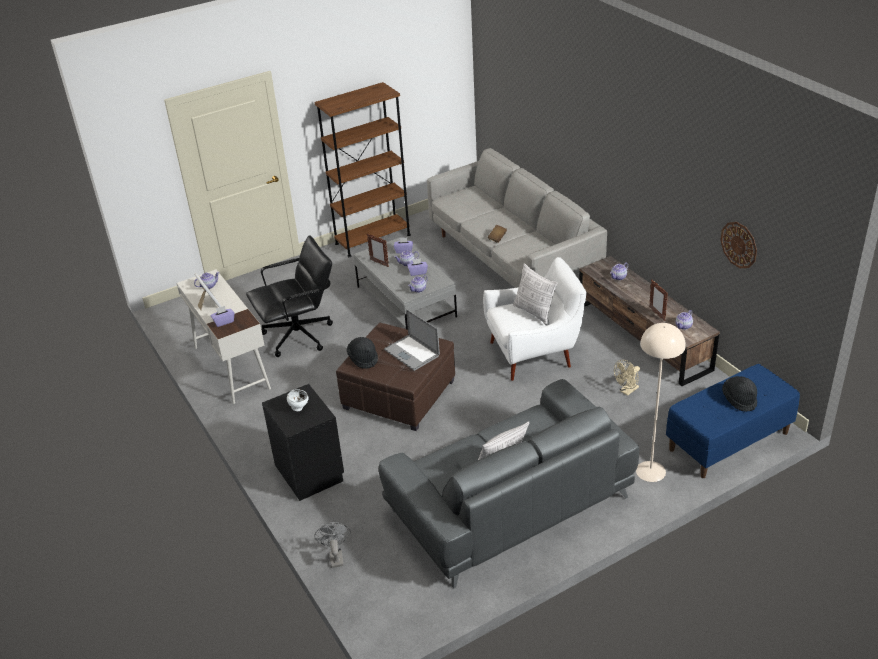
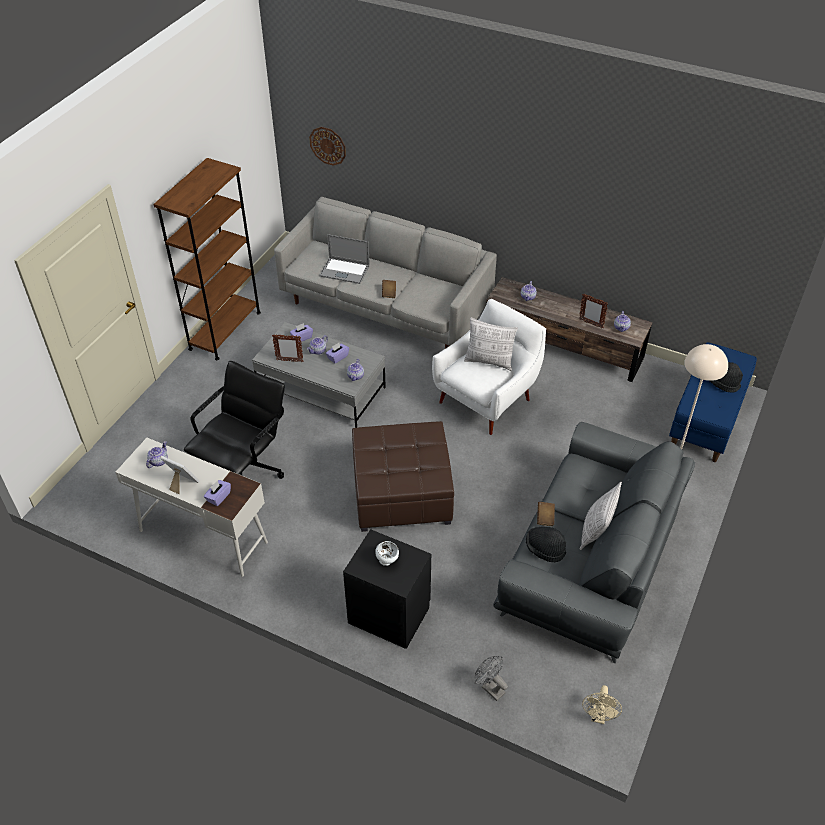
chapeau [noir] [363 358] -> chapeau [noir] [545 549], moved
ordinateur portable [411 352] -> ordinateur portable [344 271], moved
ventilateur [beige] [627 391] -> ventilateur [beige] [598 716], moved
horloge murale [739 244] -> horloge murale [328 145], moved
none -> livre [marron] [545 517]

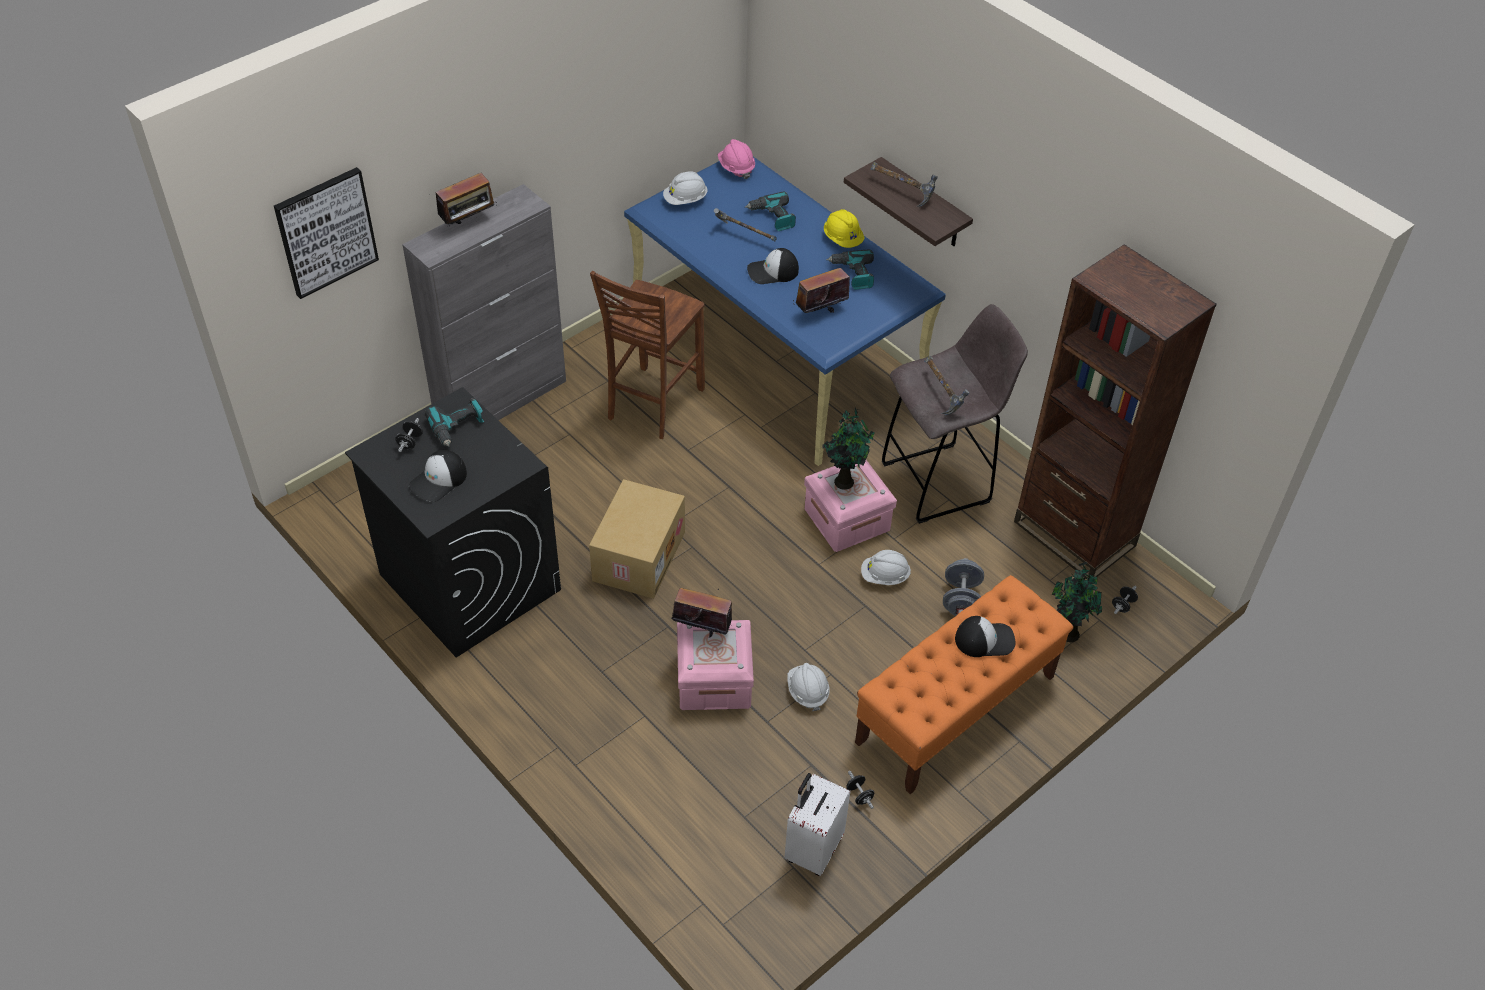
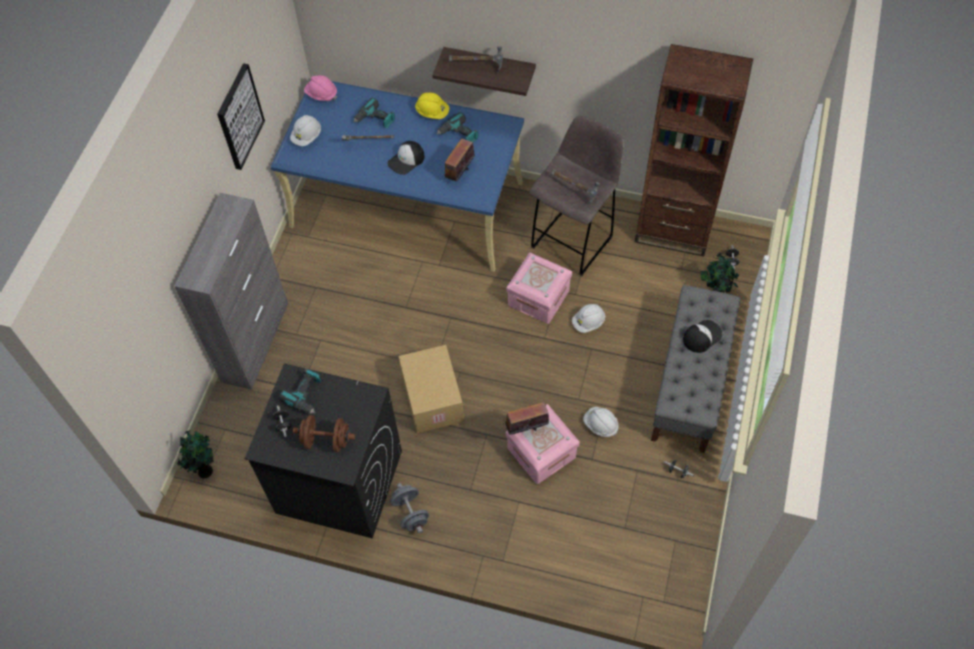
tableau [326 232] -> tableau [239 117], moved
casquette [439 480] -> haltère [marron] [326 440]
radio [469 222] -> none
chaise [marron] [652 404] -> none
valise [blanc] [812 849] -> none
plante en pot [844 480] -> plante en pot [204 470], moved
banc [orange] [955 710] -> banc [gris] [690 384]
haltère [gris] [961 599] -> haltère [gris] [410 513], moved

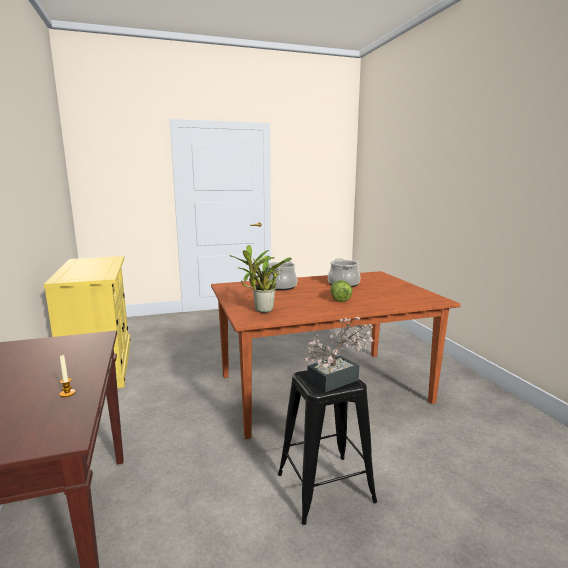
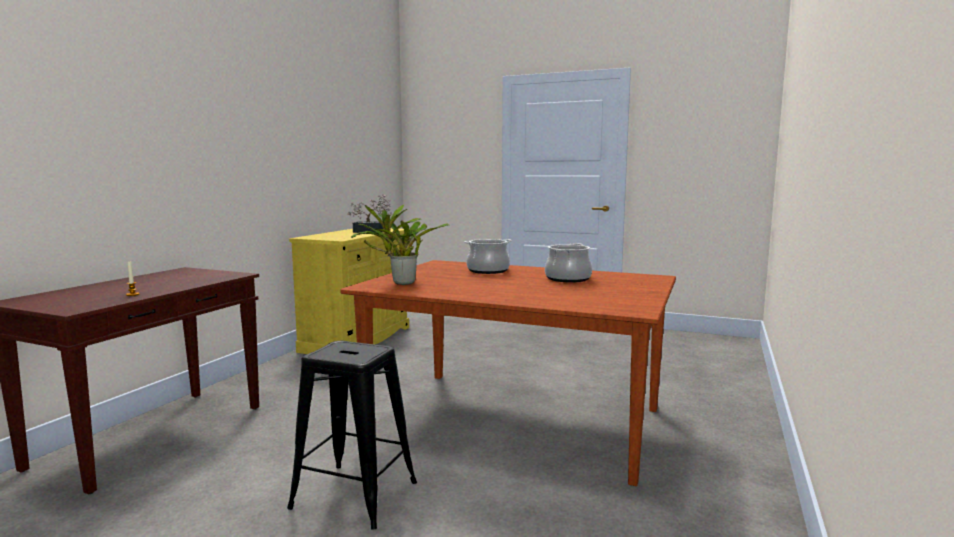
plante en pot [338 379] -> plante en pot [371 232], moved
laitue [339 298] -> none

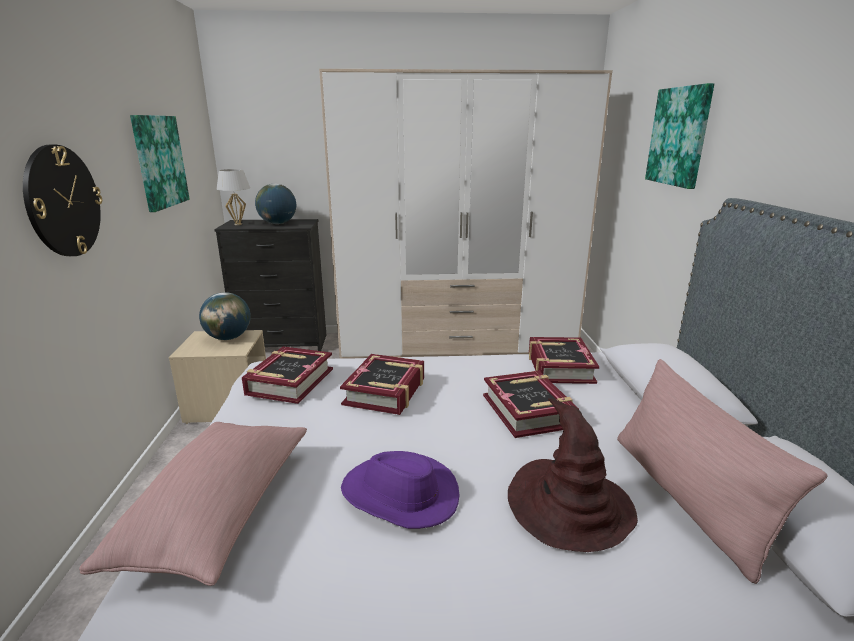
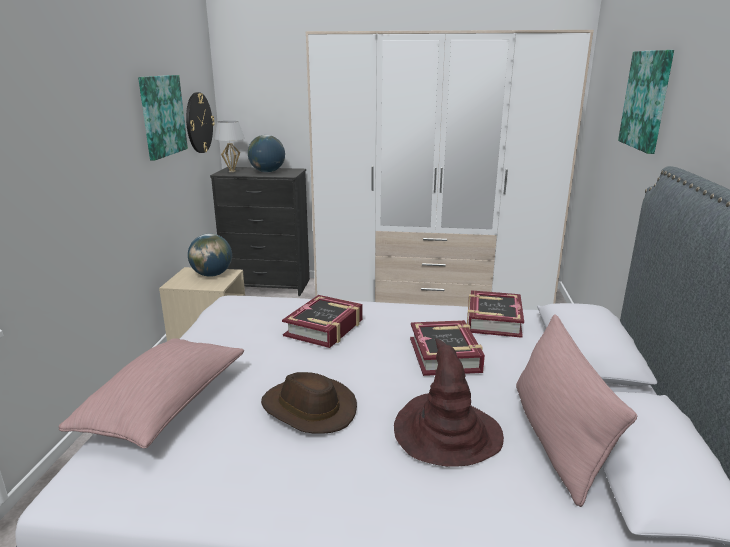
horloge murale [63 201] -> horloge murale [198 123], moved
livre [290 381] -> none
chapeau [violet] [399 495] -> chapeau [marron] [308 409]

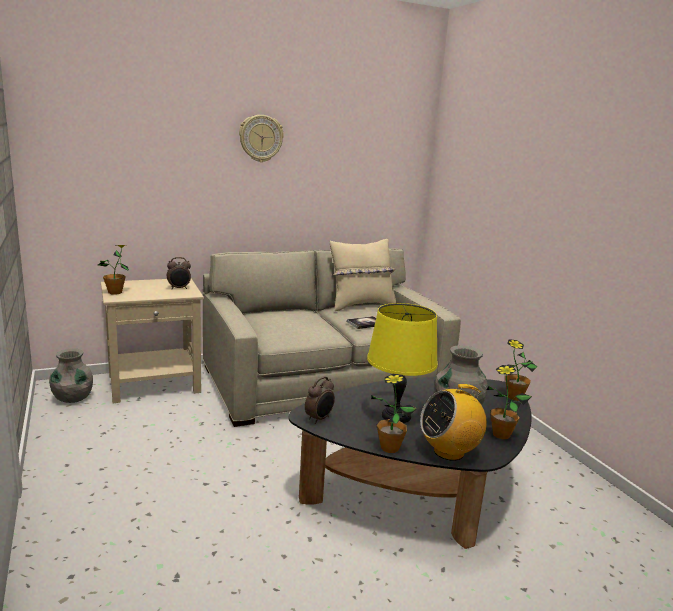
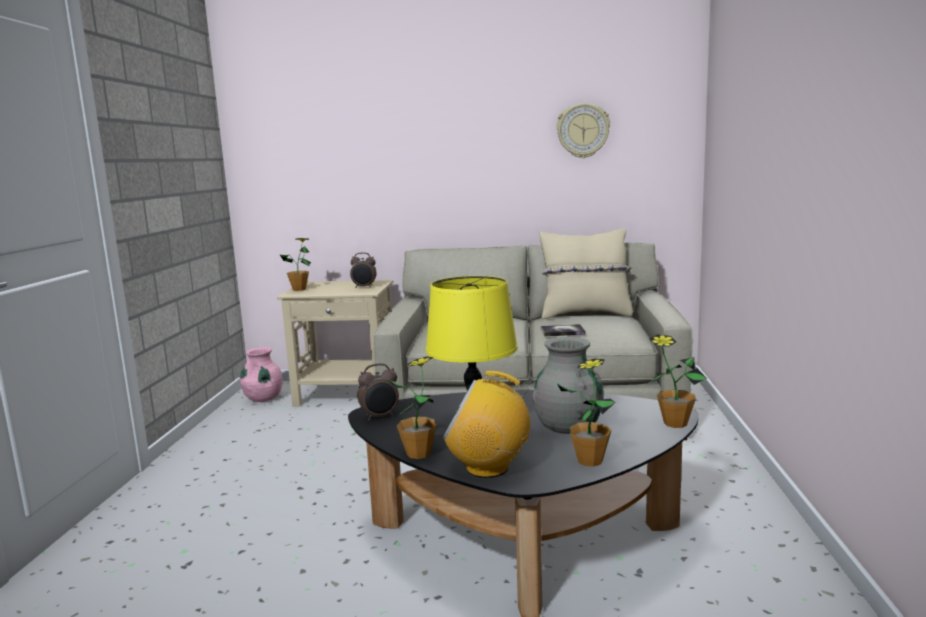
vase [gris] [73 398] -> vase [rose] [263 399]
horloge murale [261 138] -> horloge murale [583 130], moved

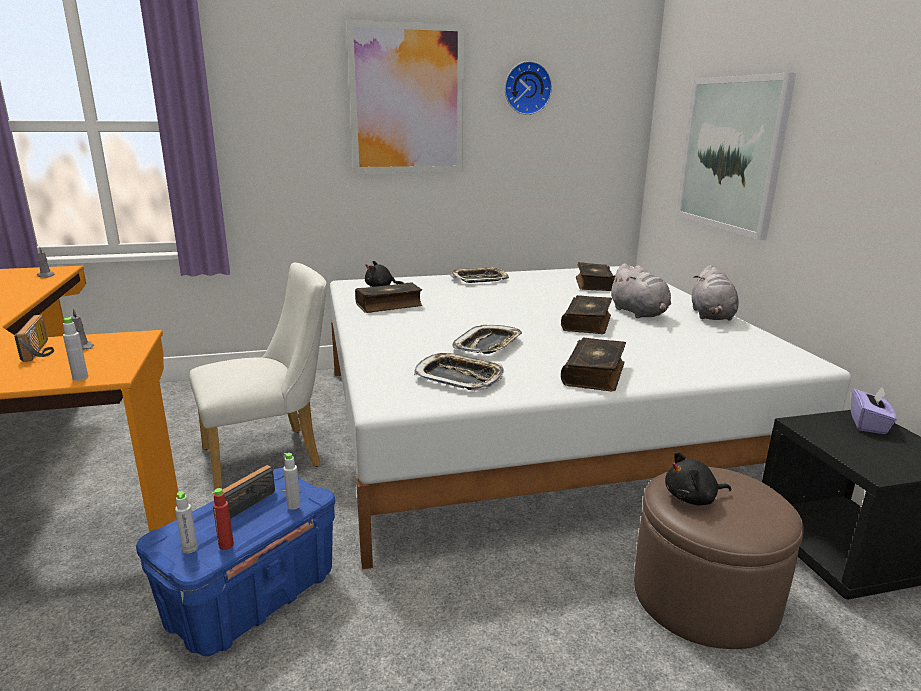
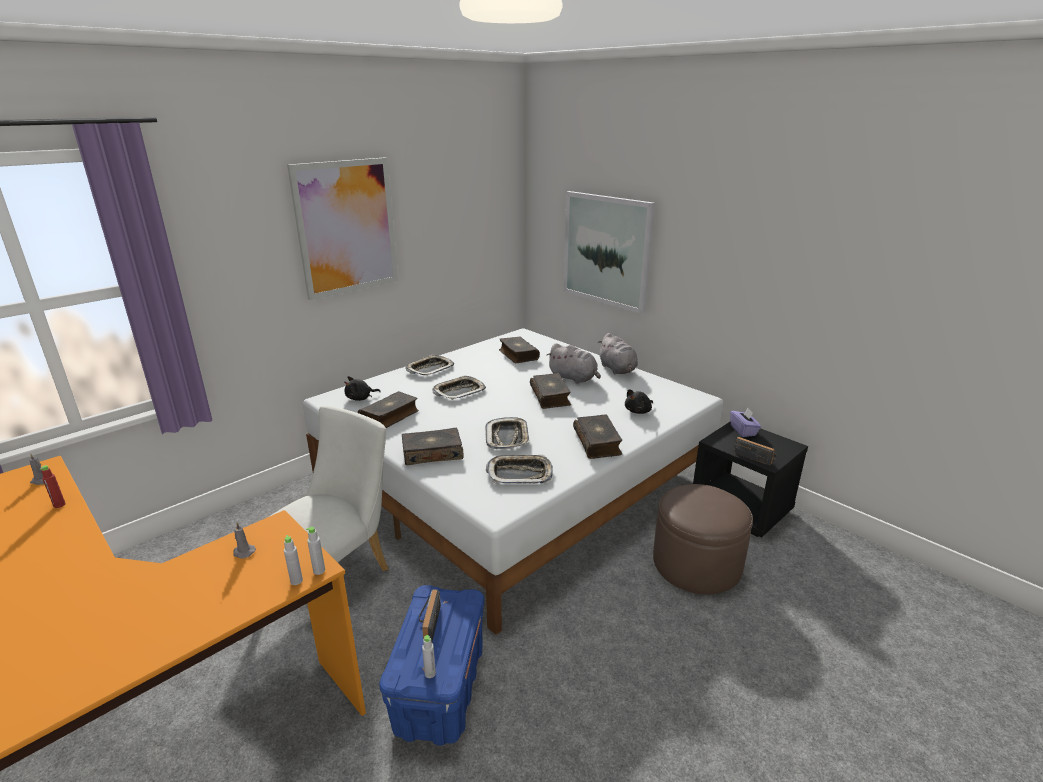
radio [42 350] -> radio [755 457], moved
bouteille [rouge] [226 545] -> bouteille [rouge] [59 505], moved
bouteille [gris] [293 505] -> bouteille [gris] [319 571], moved
horloge murale [527 88] -> none
peluche [noir] [693 498] -> peluche [noir] [638 411], moved
none -> livre [432 453]
none -> plateau [459 391]

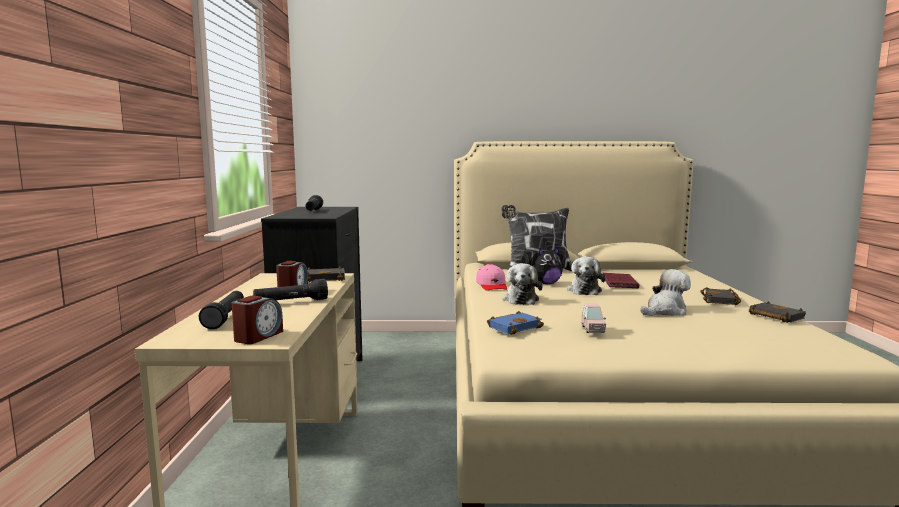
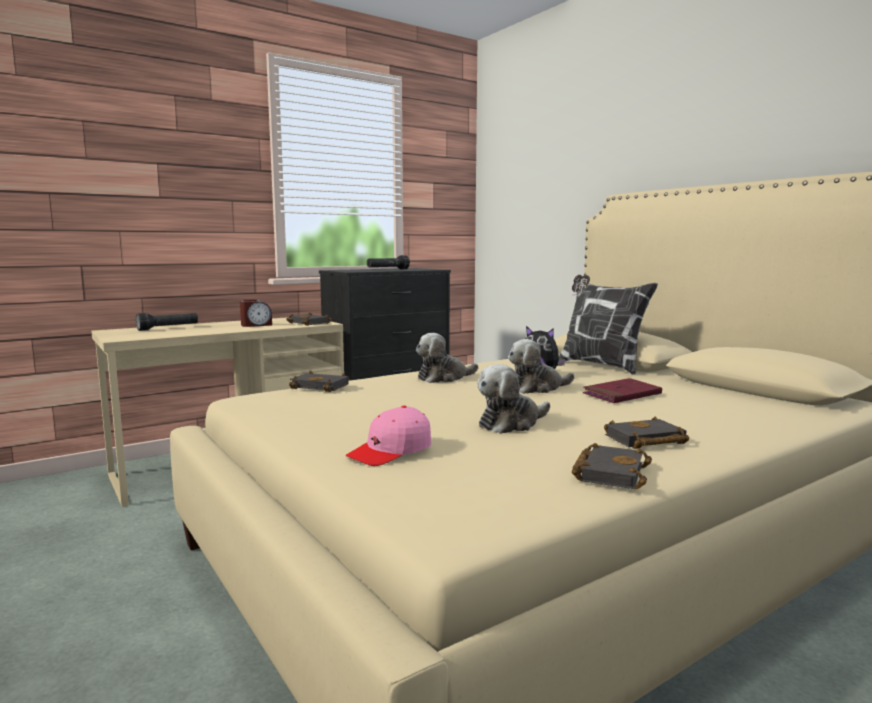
réveil [258 336] -> none
lampe de poche [noir] [291 302] -> none
casquette [rose] [492 285] -> casquette [rose] [391 451], moved
livre [bleu] [514 327] -> livre [noir] [322 386]
petite voiture [rose] [592 329] -> none
peluche [665 311] -> peluche [511 423], 120 degrees clockwise

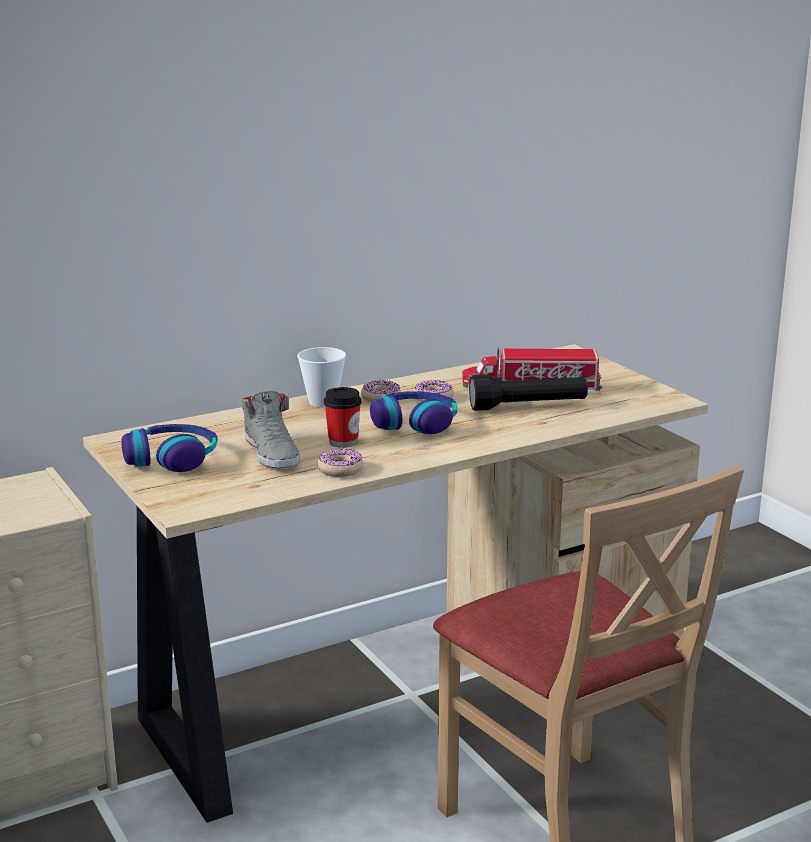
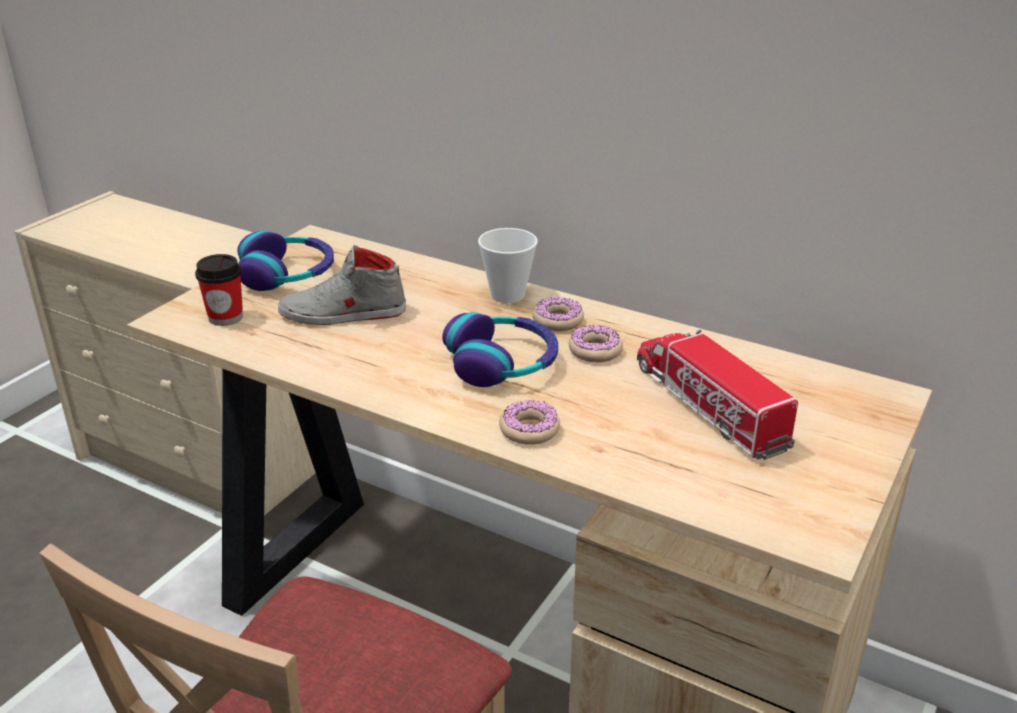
chaussure [gris] [272 452] -> chaussure [gris] [343 313], 45 degrees clockwise
beignet [340 469] -> beignet [529 430], moved
tasse [343 442] -> tasse [225 317], moved
lampe de poche [noir] [528 406] -> none

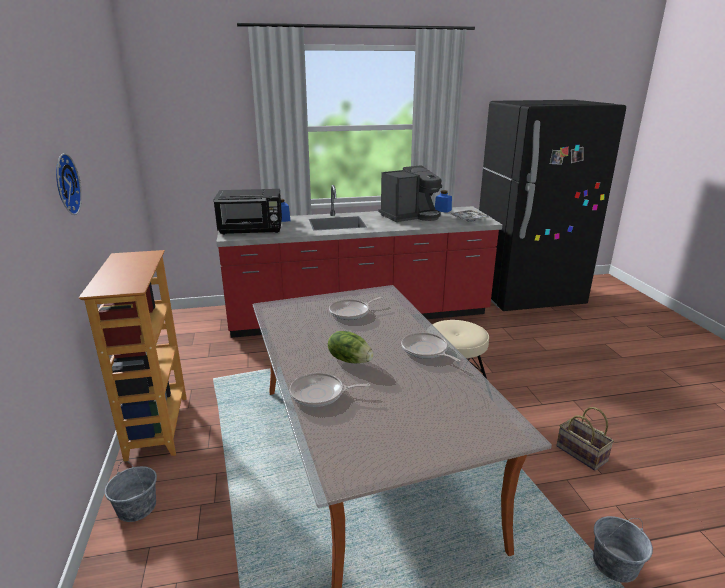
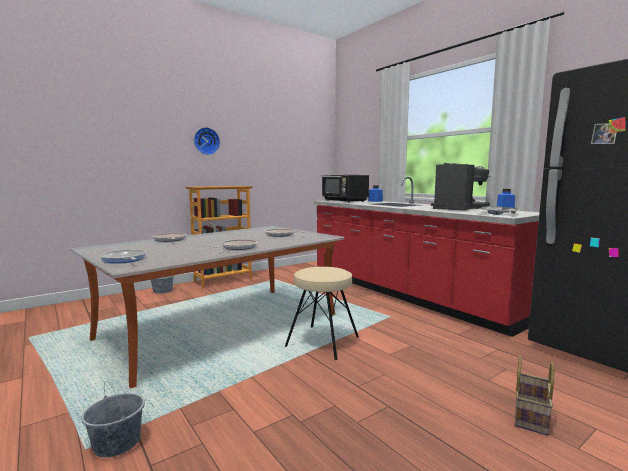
laitue [350 360] -> none
machine à café [410 216] -> machine à café [458 208], 90 degrees counterclockwise
panier [579 453] -> panier [529 415], moved
none -> poêle [124 259]

